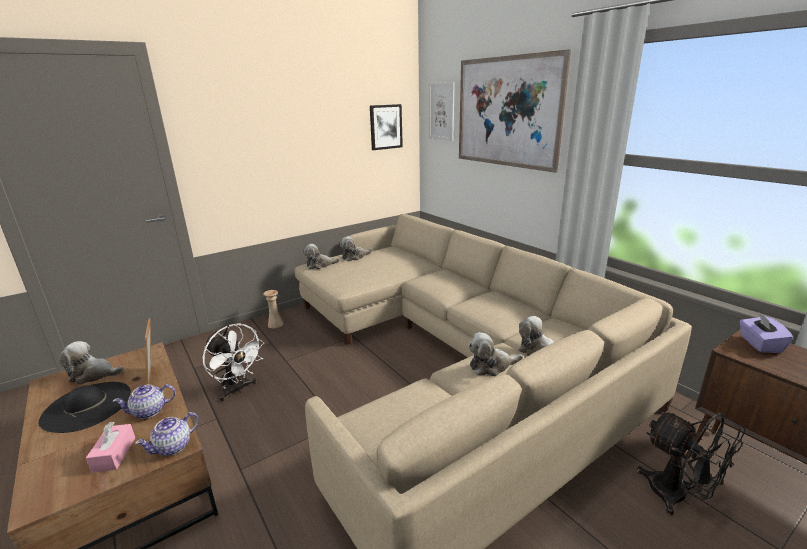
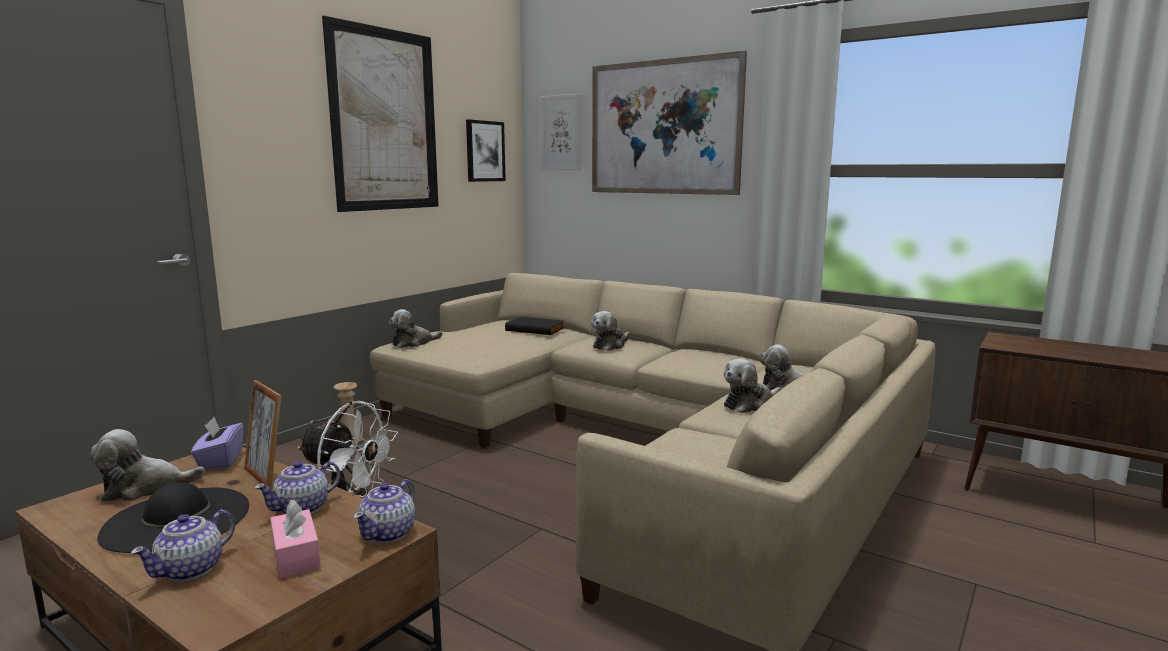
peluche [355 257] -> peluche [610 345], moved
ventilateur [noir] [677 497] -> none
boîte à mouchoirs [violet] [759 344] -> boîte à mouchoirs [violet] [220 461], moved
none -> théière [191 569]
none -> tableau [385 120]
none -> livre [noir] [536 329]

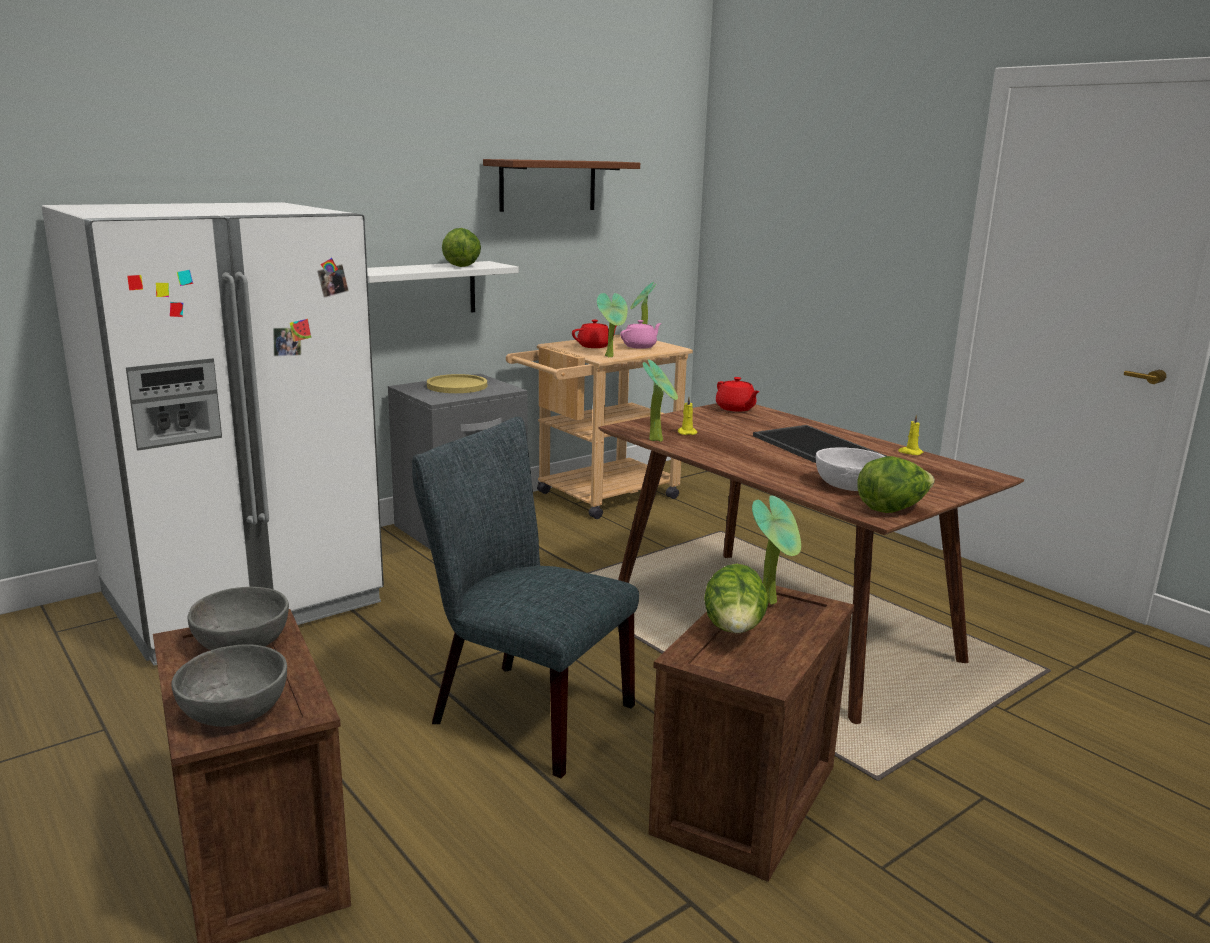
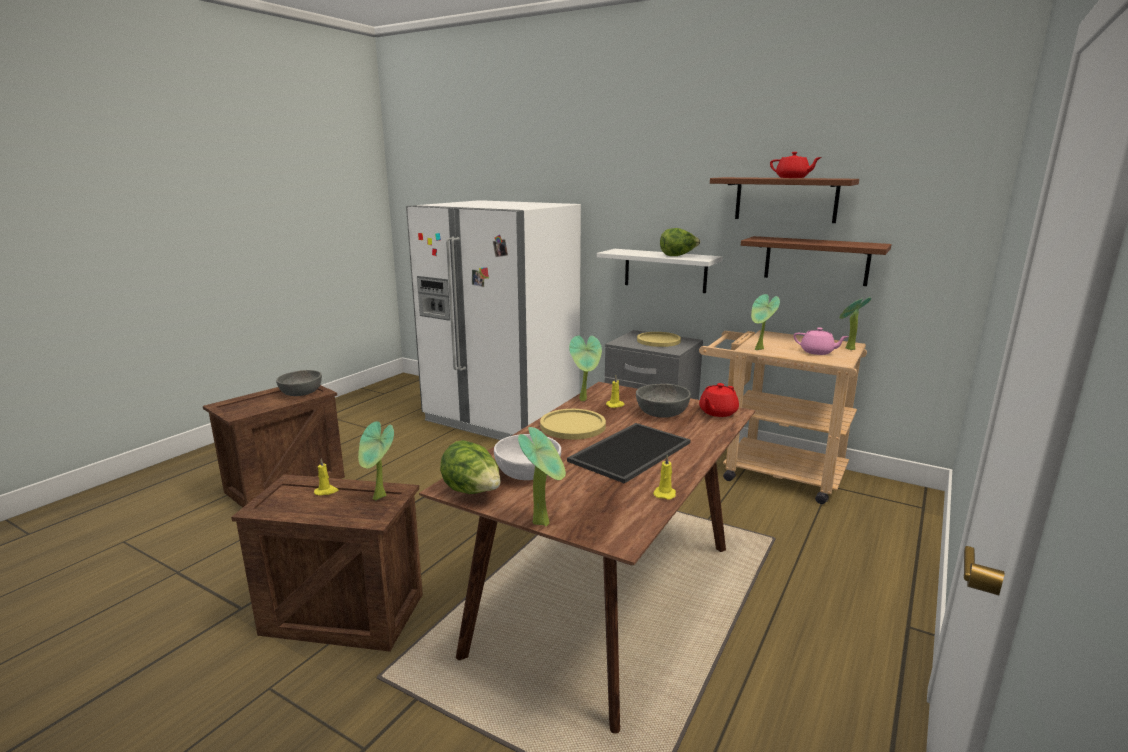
bol [gris] [234 709] -> bol [gris] [662 412], moved
chaise [gris] [521 711] -> none
théière [rouge] [595 346] -> théière [rouge] [792 178], moved
laitue [734 631] -> bougie [jaune] [326 491]
none -> plante en pot [544 521]
none -> assiette [jaune] [572 426]
none -> étagère [marron] [816 260]

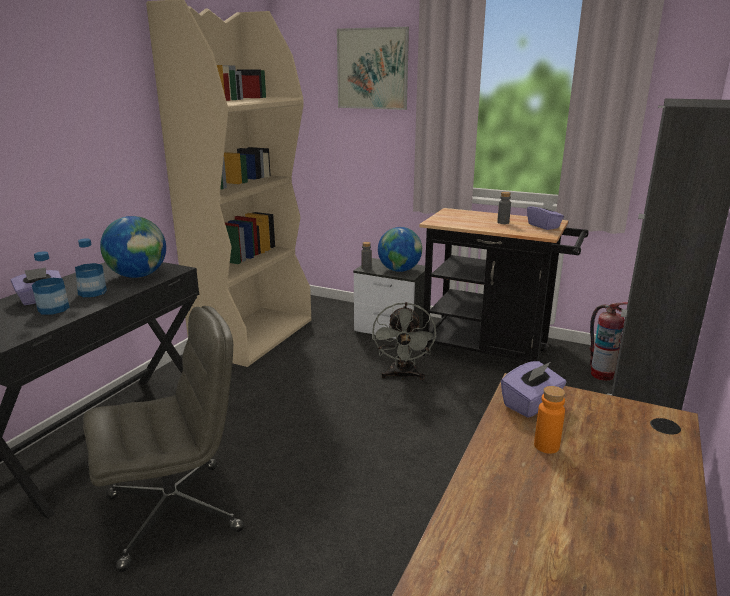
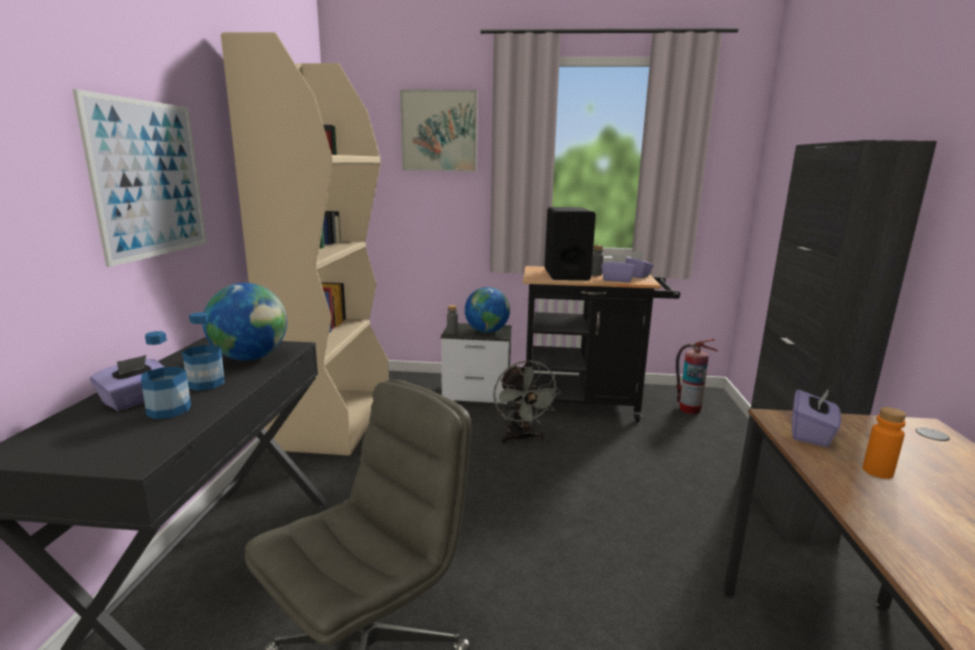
none -> tableau [149 179]
none -> enceinte [noir] [566 274]
none -> boîte à mouchoirs [violet] [617 280]

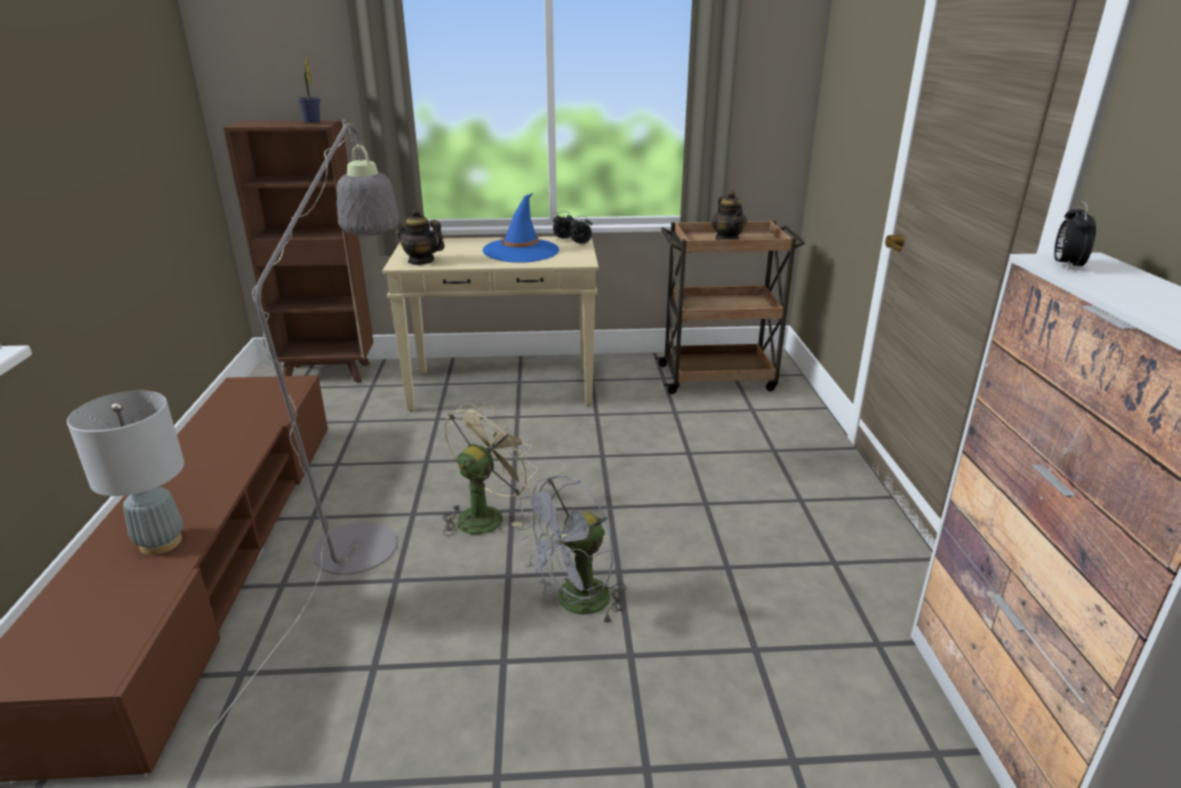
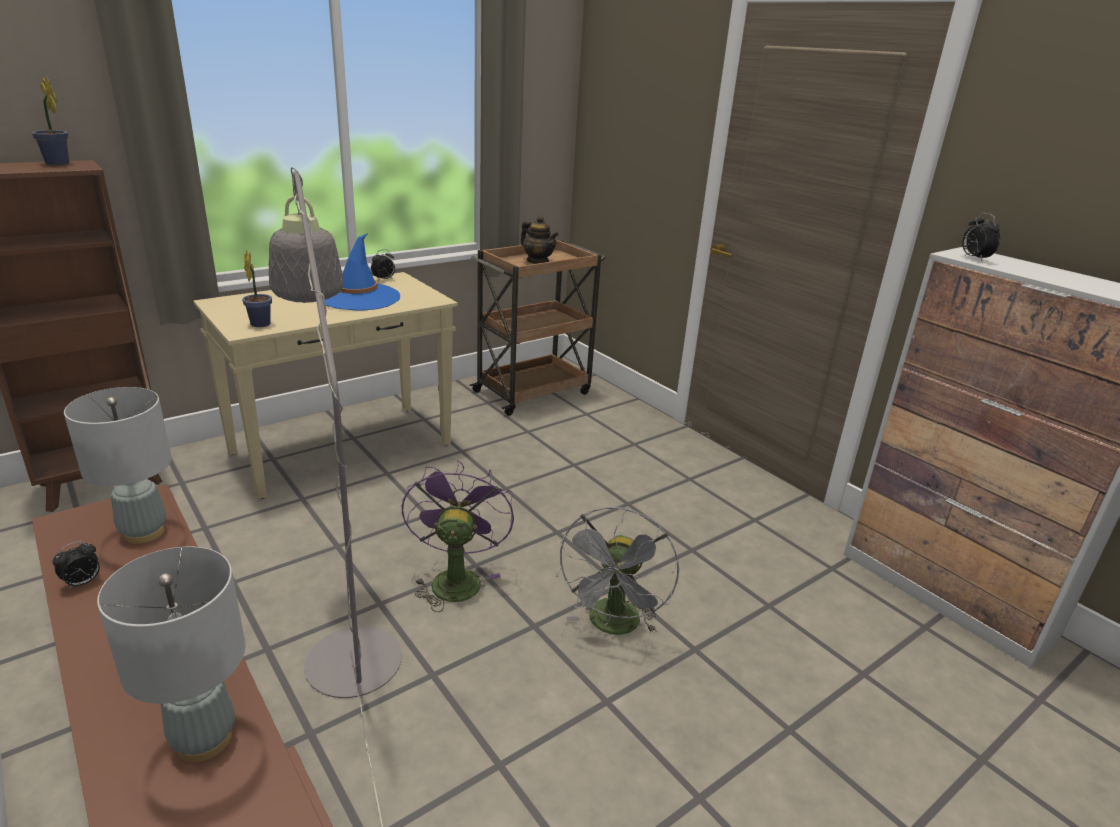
théière [421 261] -> plante en pot [261 323]
ventilateur [beige] [485 515] -> ventilateur [violet] [455 578]
réveil [581 245] -> réveil [83 583], moved
none -> lampe de table [gris] [144 532]

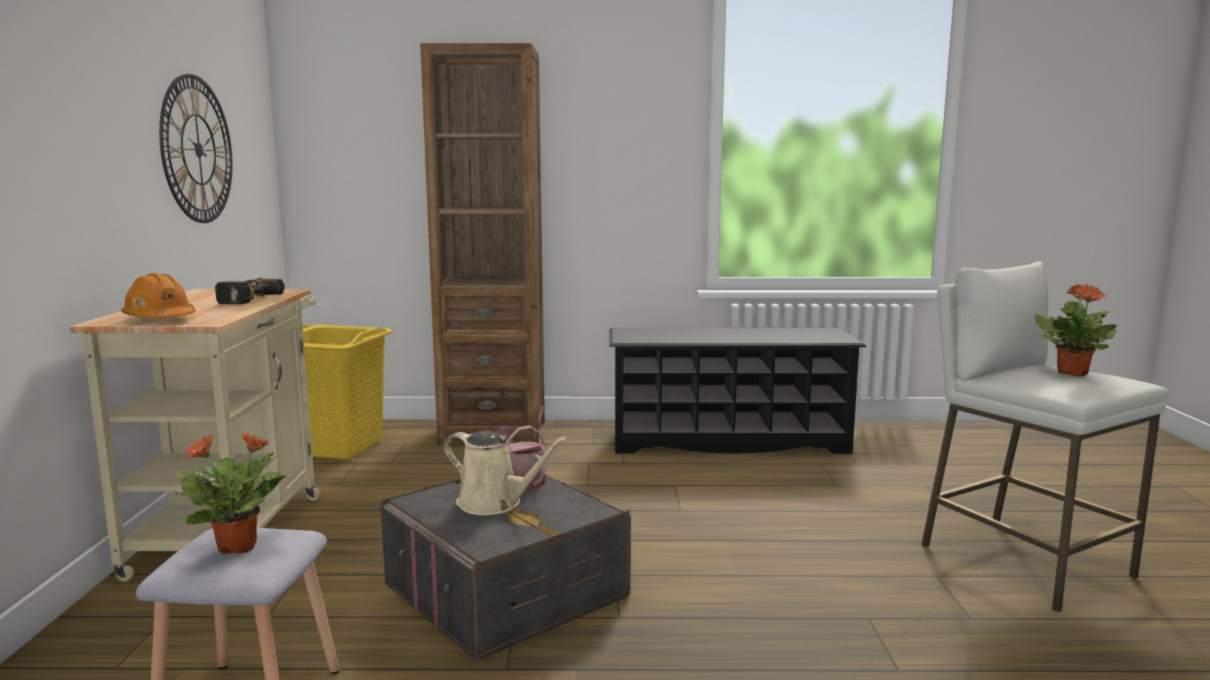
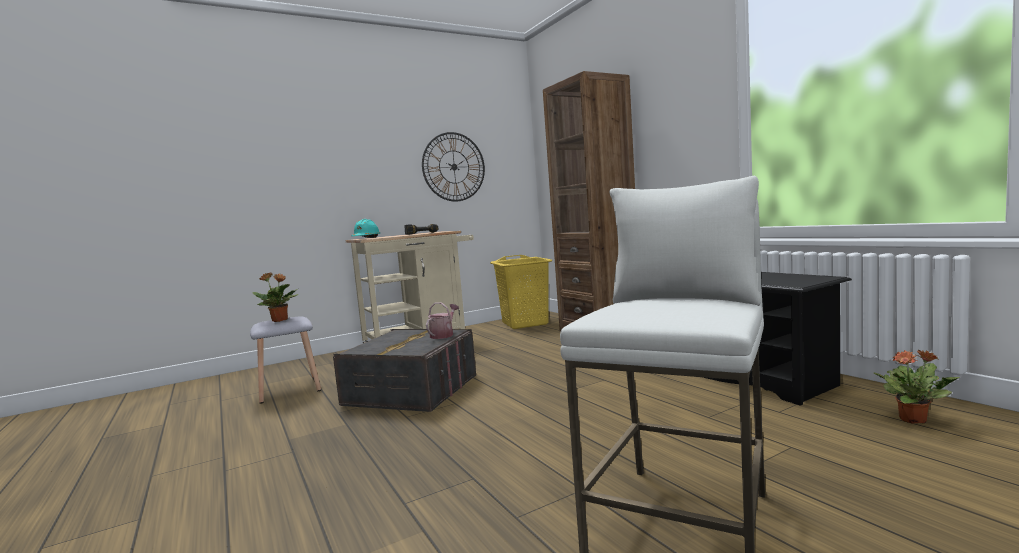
casque de chantier [orange] [160 319] -> casque de chantier [turquoise] [366 238]
arrosoir [beige] [495 503] -> none
plante en pot [1072 373] -> plante en pot [913 419], moved

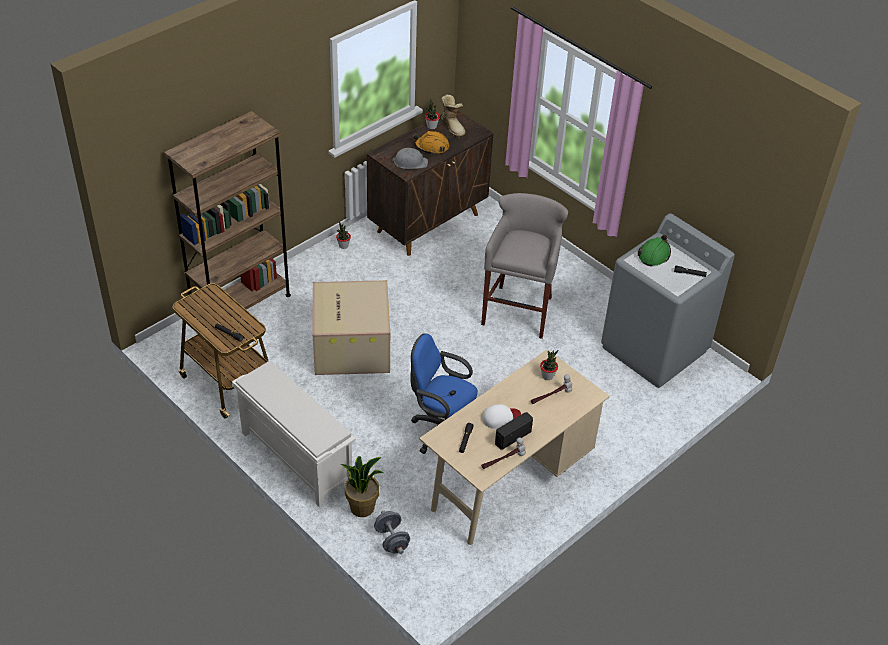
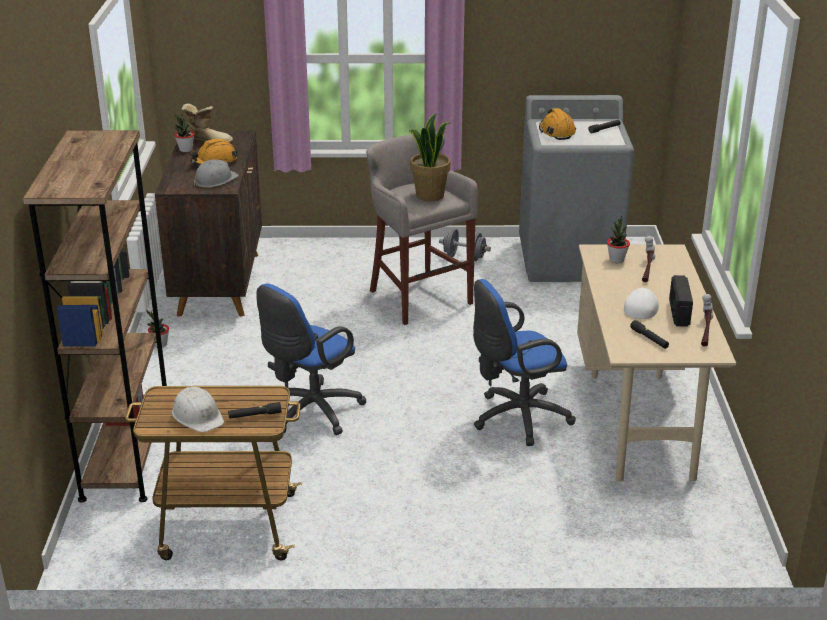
étagère à chaussures [blanc] [295 457] -> none
carton [350 346] -> chaise de bureau [bleu] [310 413]
plante en pot [362 507] -> plante en pot [429 195], moved
haltère [gris] [392 540] -> haltère [gris] [464 257], moved
casque de chantier [vert] [654 255] -> casque de chantier [orange] [556 132]
none -> casque de chantier [blanc] [198 416]

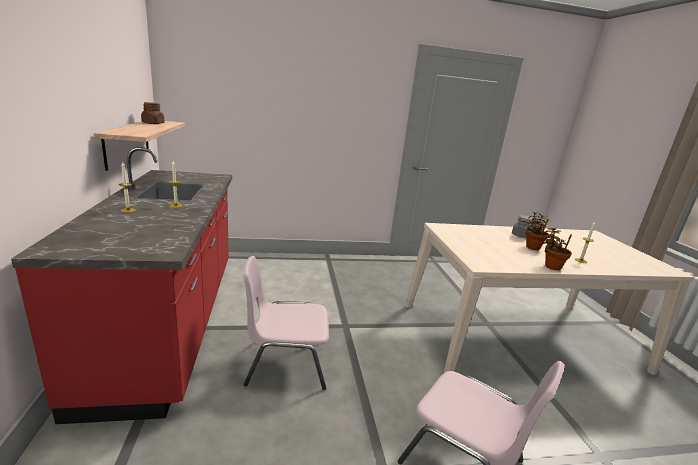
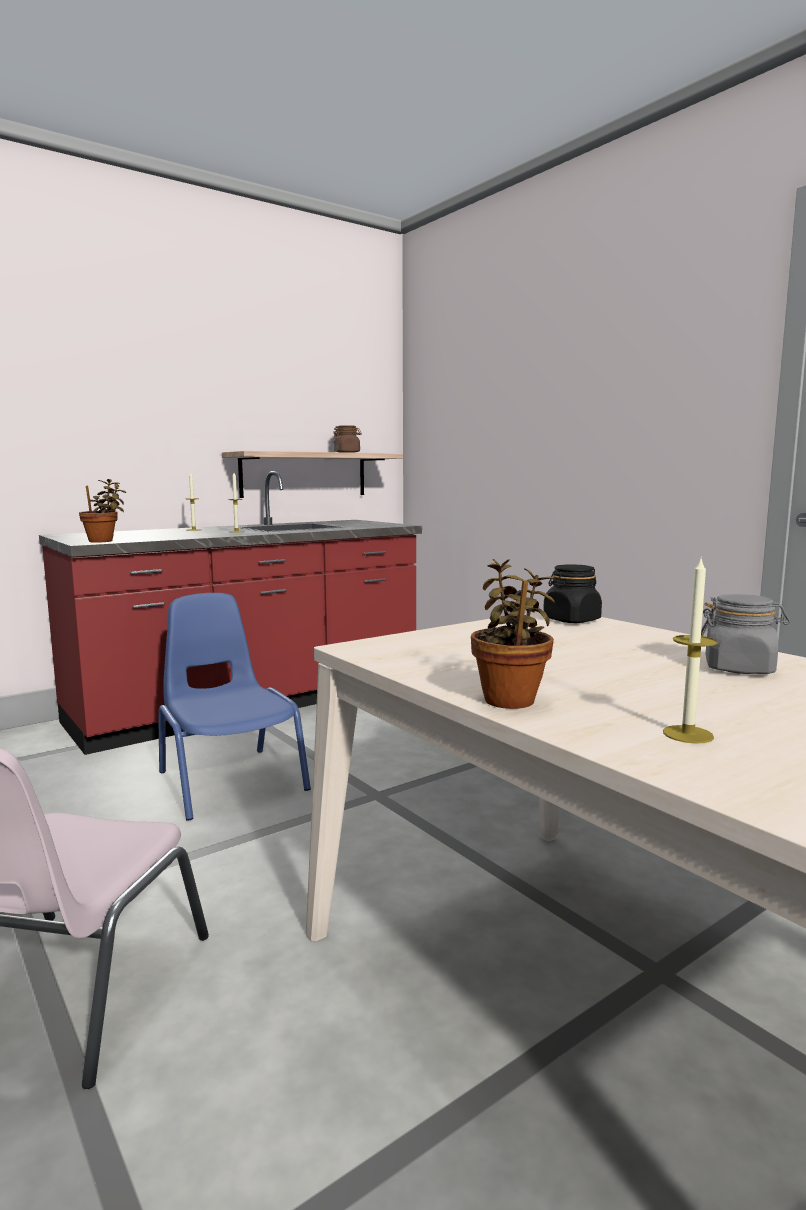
chaise [rose] [286 362] -> chaise [bleu] [230 780]
plante en pot [532 247] -> plante en pot [104 541], moved
none -> bocal [noir] [571 620]

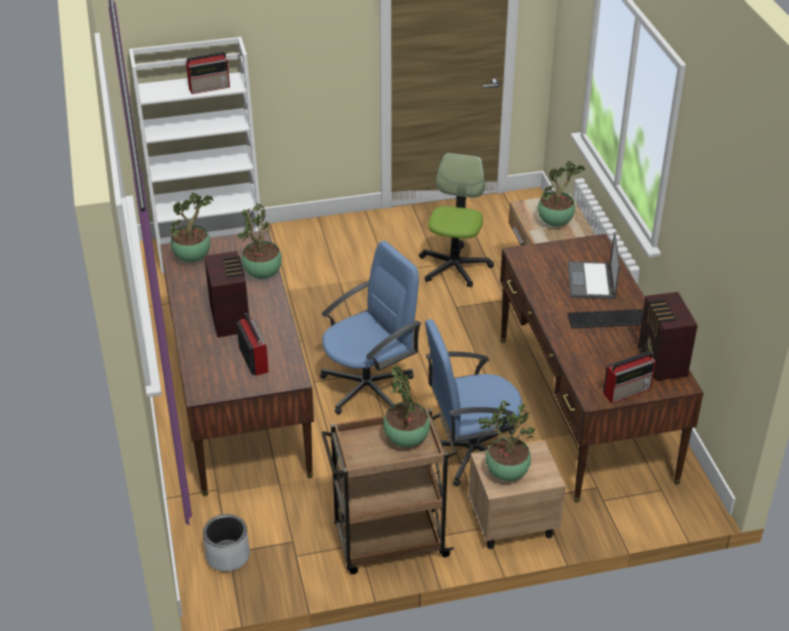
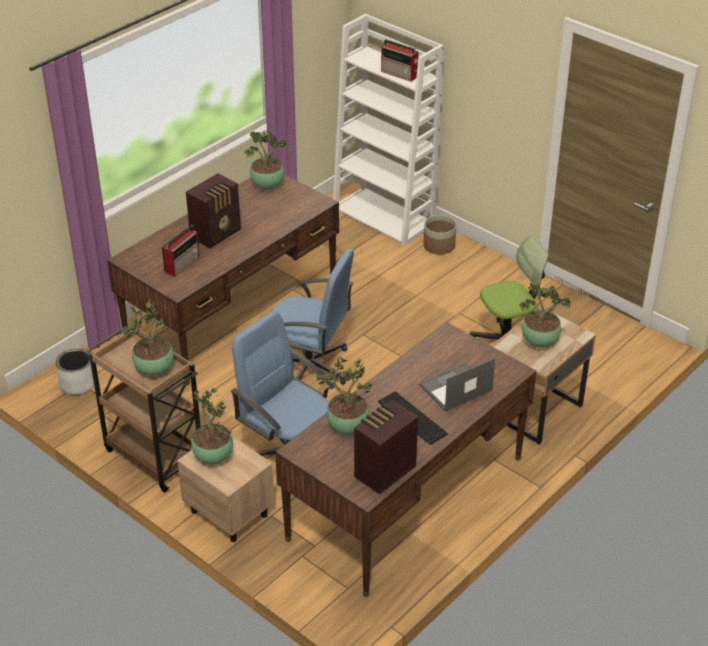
plante en pot [262 275] -> plante en pot [346 429], moved
radio [628 390] -> none
none -> cache-pot [439 246]

